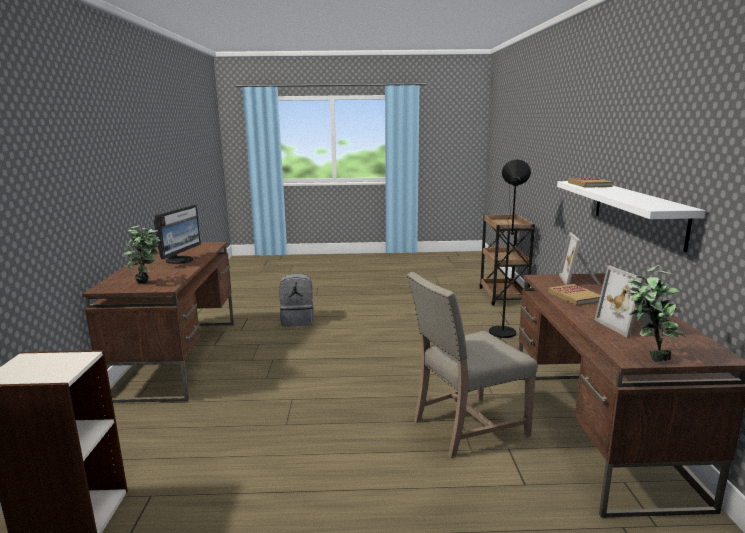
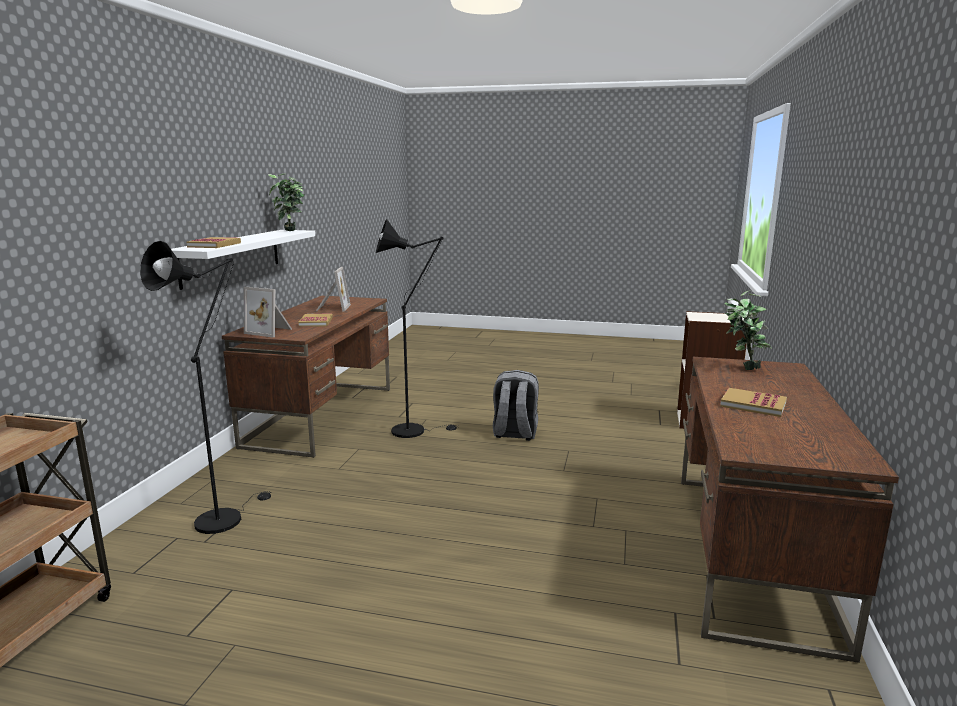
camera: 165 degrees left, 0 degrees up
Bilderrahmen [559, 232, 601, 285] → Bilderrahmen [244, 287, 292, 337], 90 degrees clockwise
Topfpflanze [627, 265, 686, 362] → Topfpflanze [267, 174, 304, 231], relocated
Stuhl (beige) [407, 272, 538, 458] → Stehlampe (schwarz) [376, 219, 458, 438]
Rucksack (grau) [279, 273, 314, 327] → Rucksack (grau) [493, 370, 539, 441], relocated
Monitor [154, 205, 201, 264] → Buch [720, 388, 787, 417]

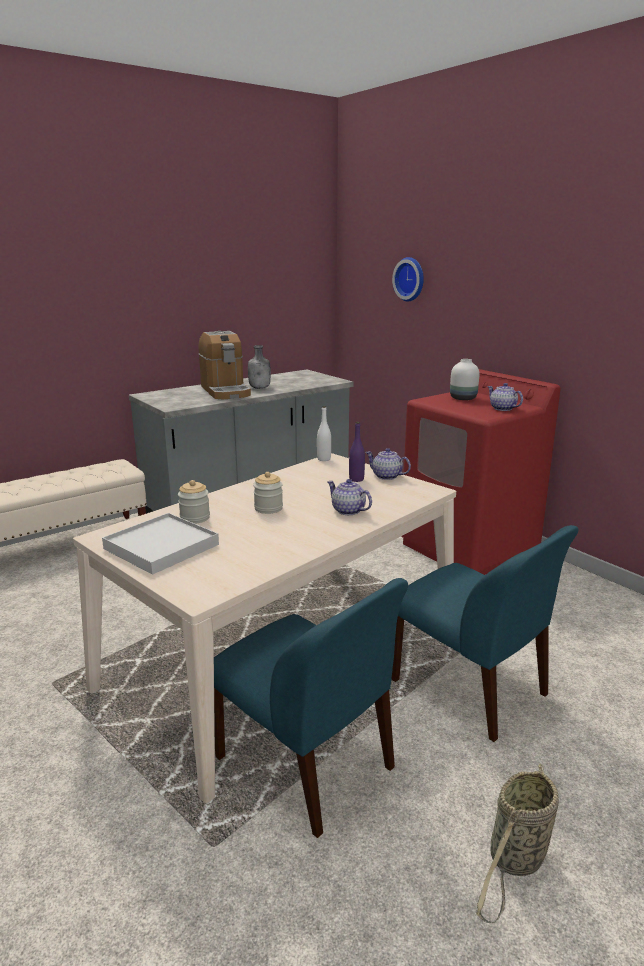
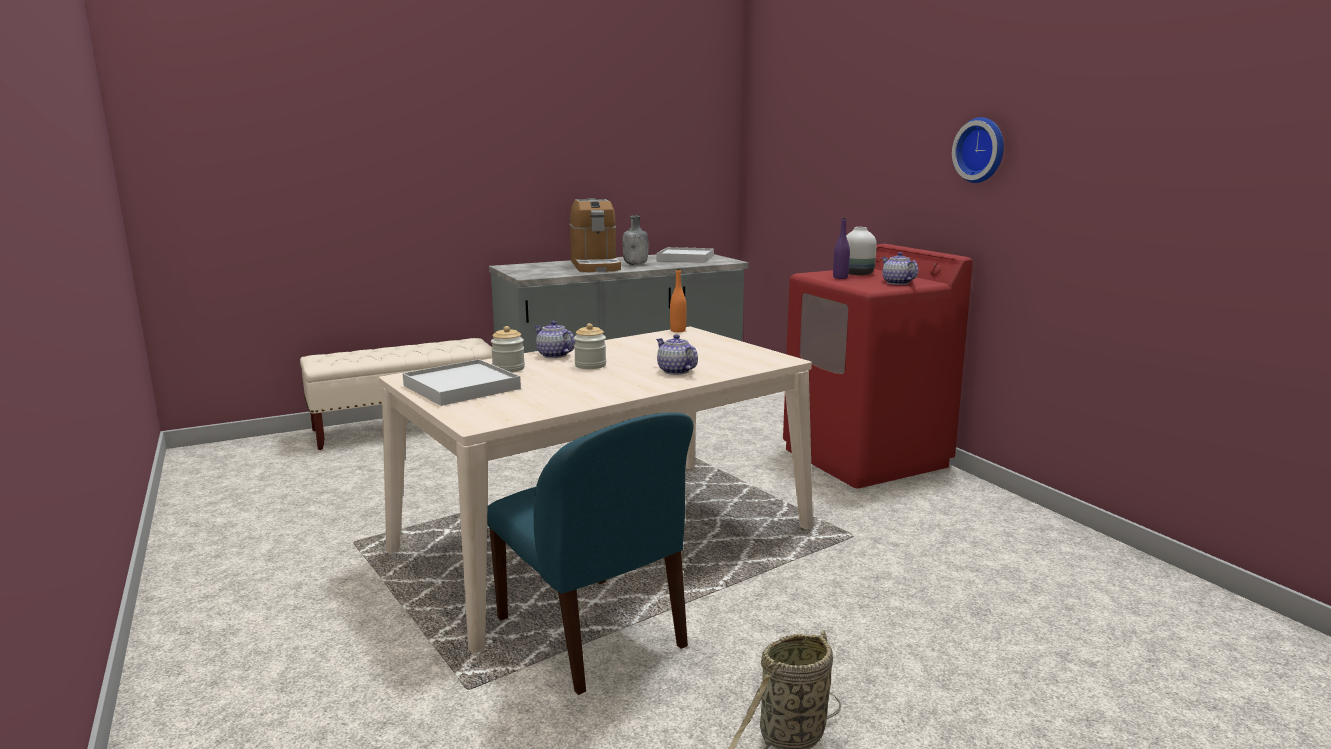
camera: 10 degrees right, 5 degrees down
Teekanne [366, 448, 411, 480] → Teekanne [534, 321, 575, 358], relocated
- → Tablett (weiß) [656, 247, 714, 263]
Flasche (weiß) [317, 406, 331, 461] → Flasche (orange) [670, 269, 686, 332]
Flasche (lila) [349, 422, 365, 482] → Flasche (lila) [833, 217, 850, 279], relocated
Wanduhr [392, 257, 424, 301] → Wanduhr [952, 117, 1004, 183], relocated
Stuhl (blau) [391, 525, 579, 742] → -

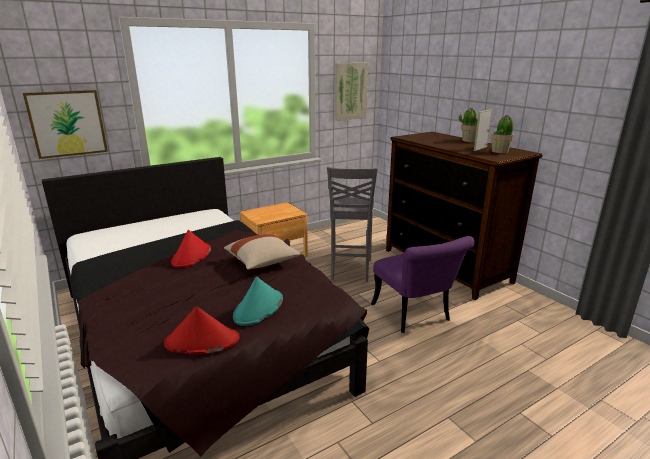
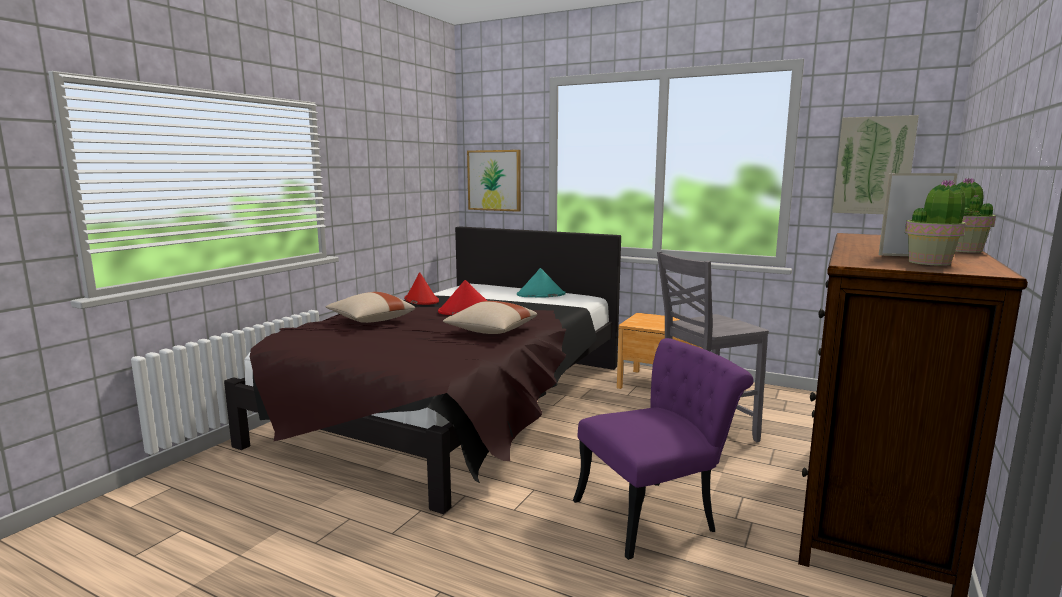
camera: 60 degrees right, 10 degrees down
- → Kissen (beige) [326, 292, 415, 323]
Hut (rot) [164, 306, 239, 354] → Hut (rot) [404, 272, 439, 305], relocated
Hut (türkis) [233, 277, 283, 326] → Hut (türkis) [517, 268, 566, 298], relocated
Stuhl (lila) [371, 236, 475, 333] → Stuhl (lila) [573, 338, 754, 560], 150 degrees counterclockwise

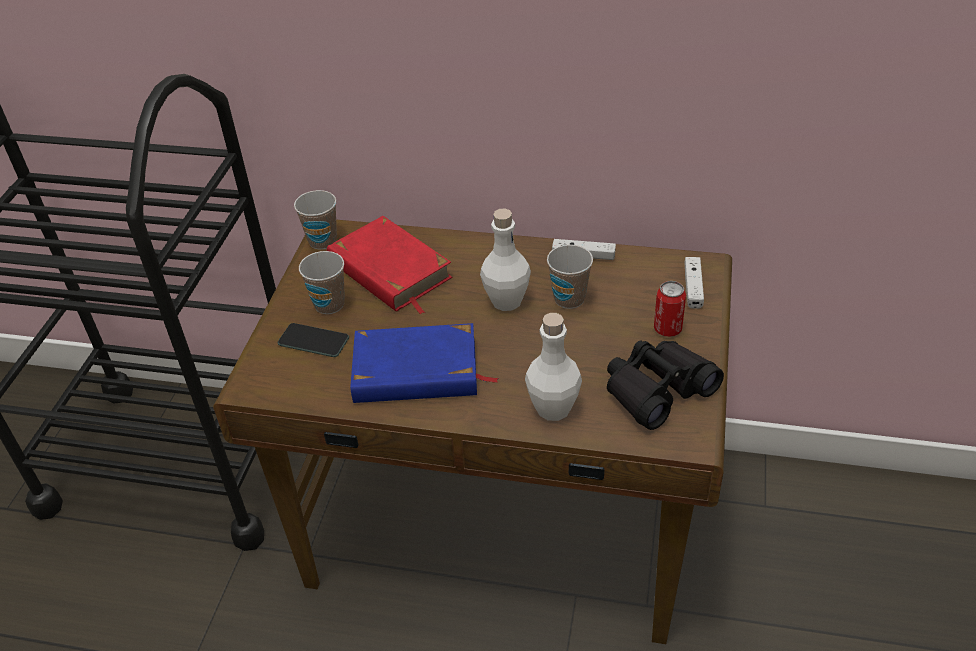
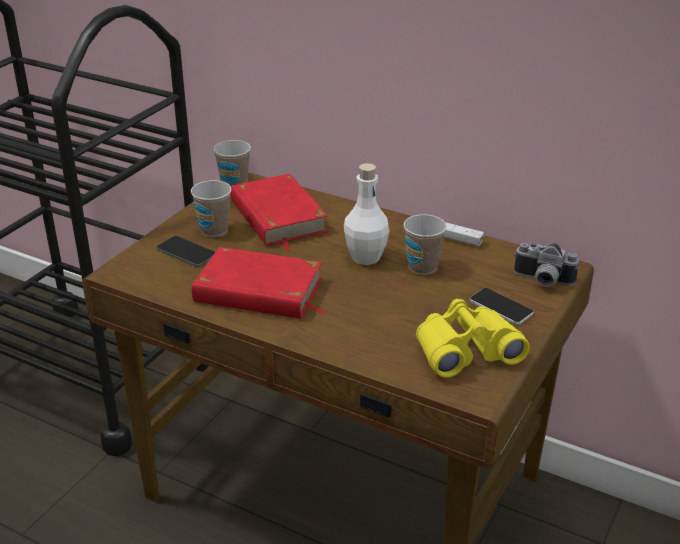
camera: 15 degrees right, 10 degrees down
Buch (blau) [350, 323, 499, 403] → Buch (rot) [192, 247, 326, 319]
Fernglas (schwarz) [607, 341, 724, 430] → Fernglas (gelb) [416, 299, 530, 378]
Dose [654, 281, 686, 337] → Handy [470, 288, 534, 325]
Gamepad (weiß) [684, 257, 704, 309] → Kamera [514, 243, 579, 287]
Flasche (weiß) [525, 313, 582, 421] → -

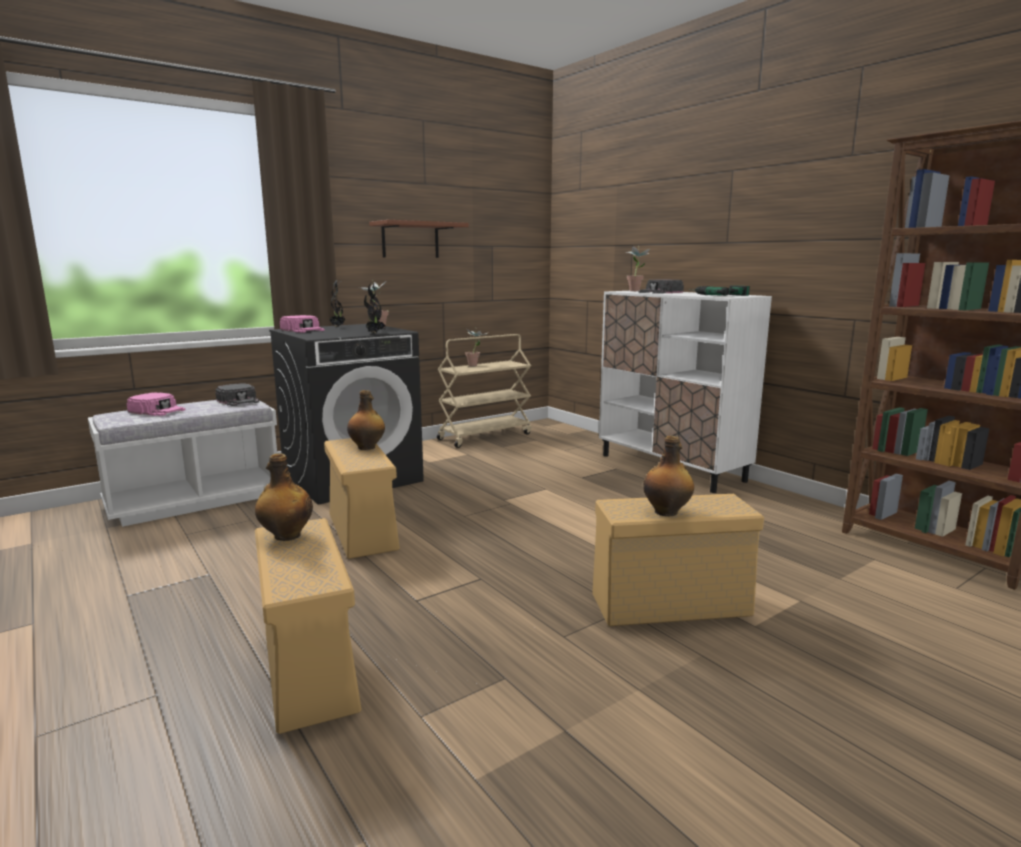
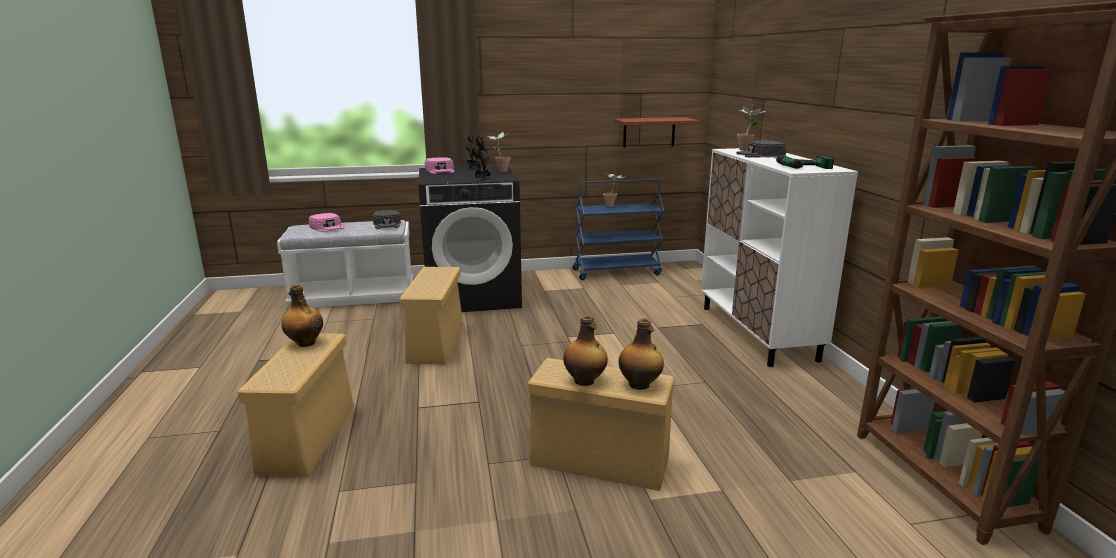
camera: 25 degrees right, 5 degrees up
Rollwagen (beige) [437, 334, 531, 448] → Rollwagen (blau) [572, 179, 664, 280]
Wandregal (braun) [369, 220, 469, 258] → Wandregal (braun) [614, 117, 699, 148], relocated
Flasche [347, 390, 385, 450] → Flasche [618, 318, 664, 390], relocated

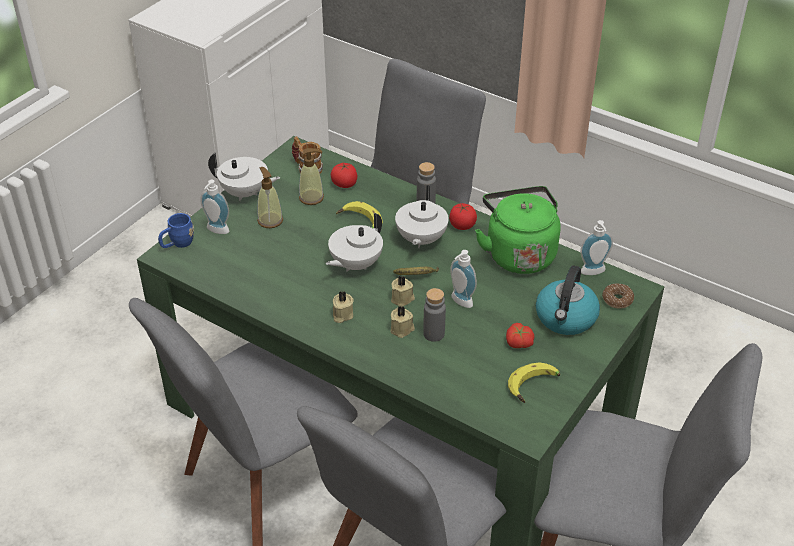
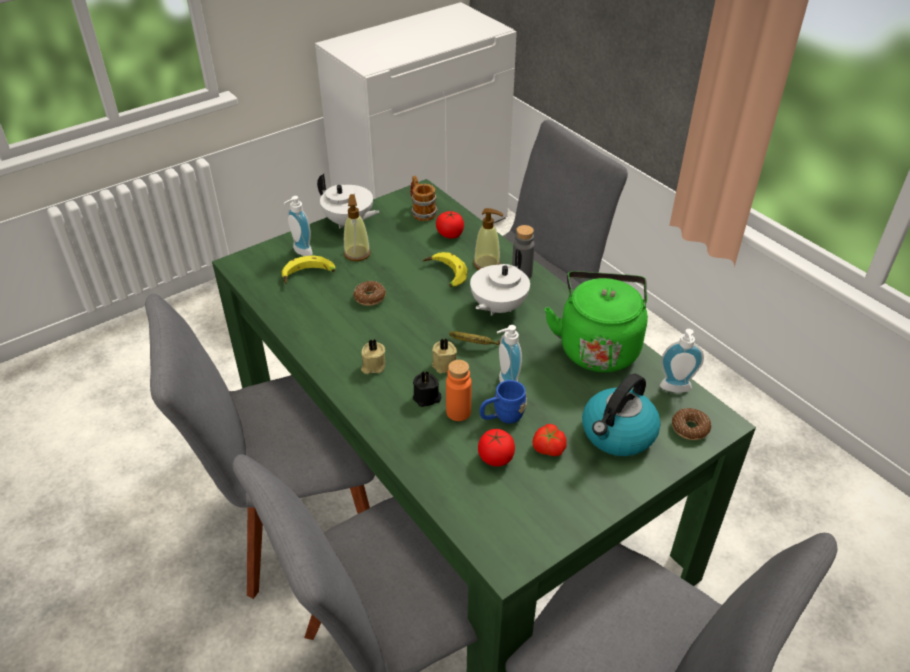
camera: 20 degrees right, 0 degrees up
Banane [508, 362, 560, 403] → Banane [282, 256, 335, 284], relocated
- → Donut [353, 281, 386, 306]
Kerze (beige) [390, 306, 415, 338] → Kerze (schwarz) [413, 371, 442, 407]
Flasche (grau) [423, 288, 446, 342] → Flasche (orange) [446, 360, 472, 421]
Seifenspender [299, 148, 324, 205] → Seifenspender [473, 208, 504, 270], relocated
Tomate [449, 203, 477, 230] → Tomate [478, 429, 515, 466], relocated
Henkelbecher (blau) [158, 213, 194, 248] → Henkelbecher (blau) [480, 380, 527, 424], relocated
Teekanne (weiß) [326, 213, 383, 272] → -

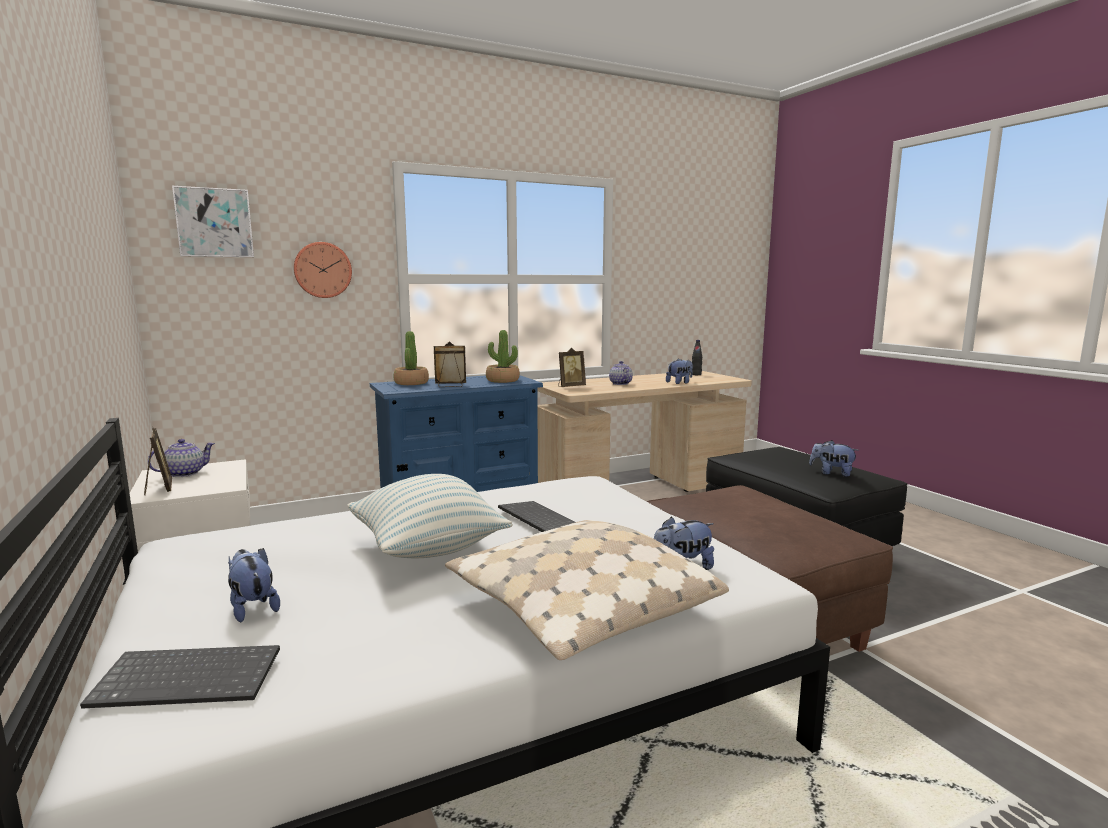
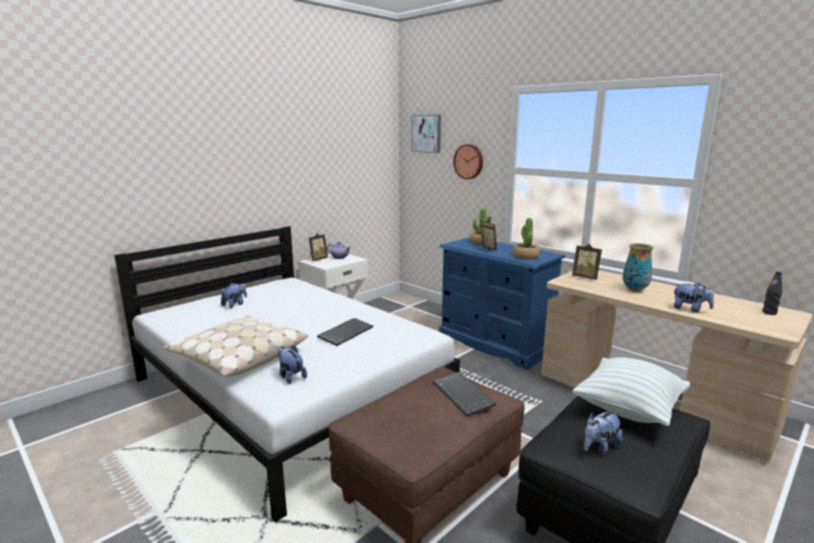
camera: 70 degrees right, 5 degrees up
Tastatur [80, 645, 280, 709] → Tastatur [433, 372, 496, 416], relocated
Kissen [348, 474, 513, 558] → Kissen [572, 357, 690, 426], relocated
Plüschtier [809, 440, 859, 477] → Plüschtier [584, 412, 623, 455], 135 degrees counterclockwise
Teekanne [609, 361, 633, 385] → Vase [623, 243, 654, 292]

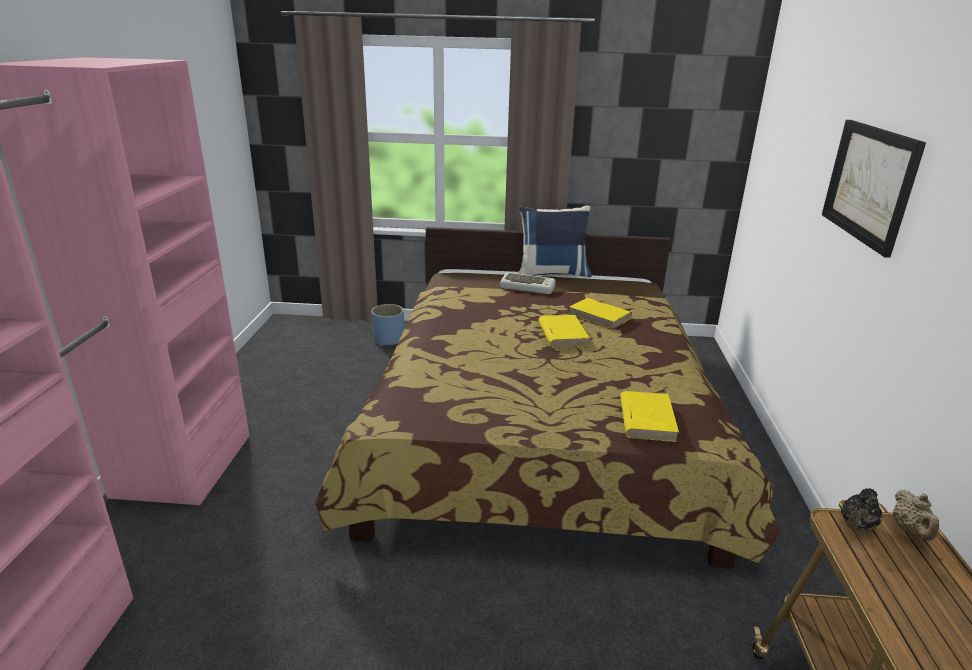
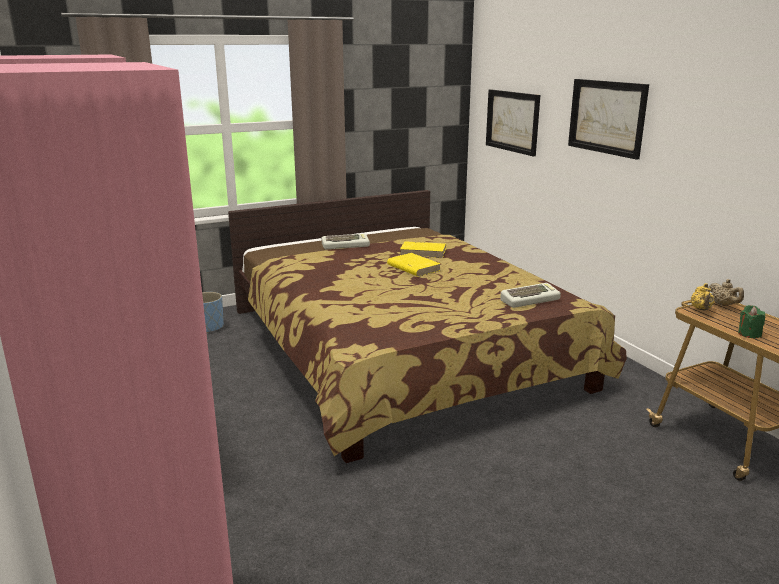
camera: 30 degrees left, 5 degrees down
- → Bild [486, 89, 540, 156]
Buch (gelb) [620, 391, 679, 442] → Tastatur [500, 283, 561, 308]
Teekanne (schwarz) [841, 488, 883, 530] → Teekanne (gelb) [691, 283, 714, 311]
- → Kerze (grün) [738, 305, 765, 338]
Kissen (blau) [518, 206, 592, 277] → -

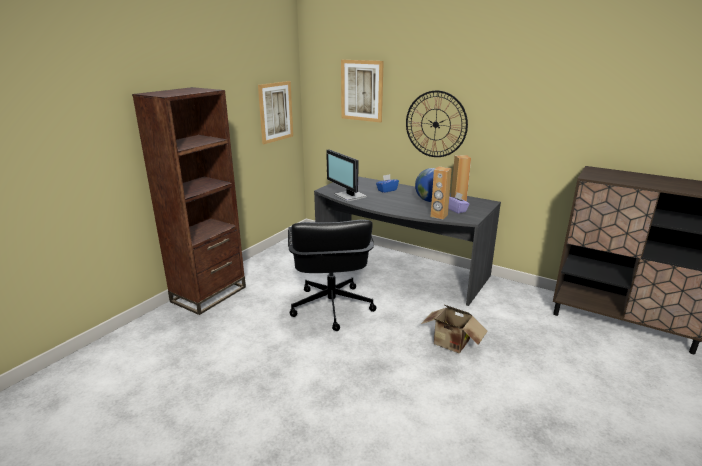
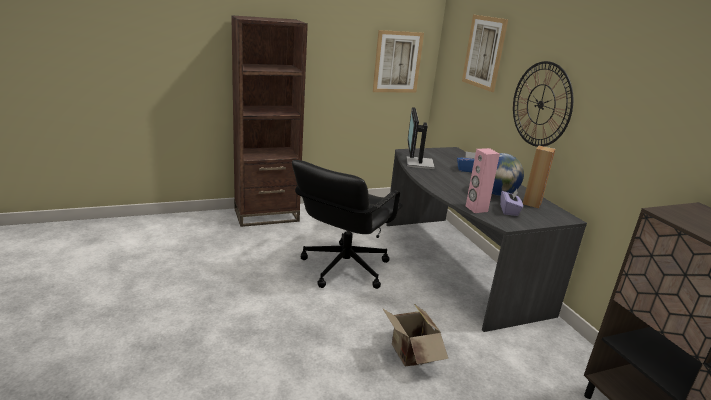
camera: 35 degrees right, 0 degrees up
Lautsprecher (braun) [431, 167, 452, 219] → Lautsprecher (rosa) [466, 148, 500, 213]

